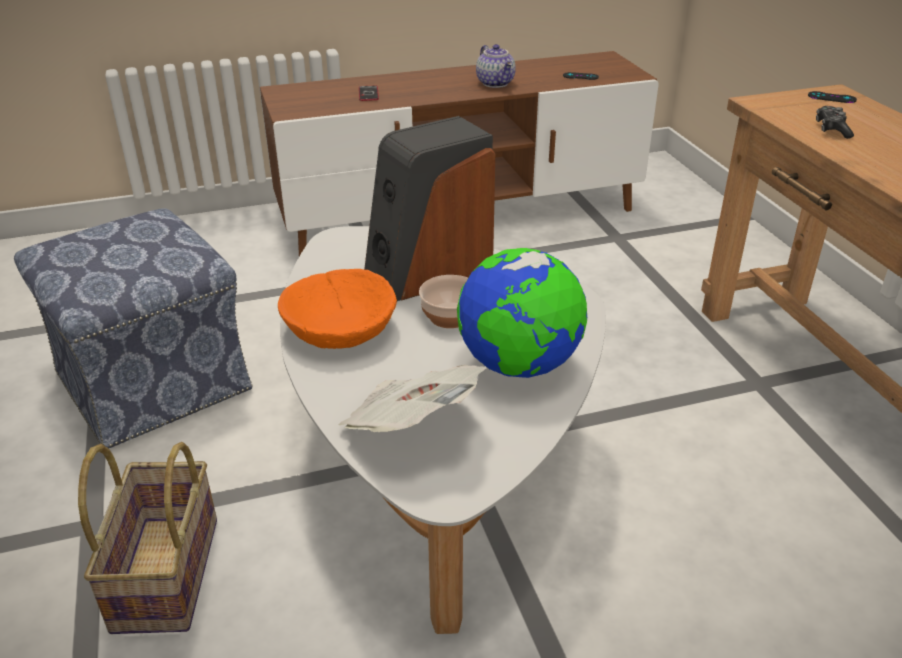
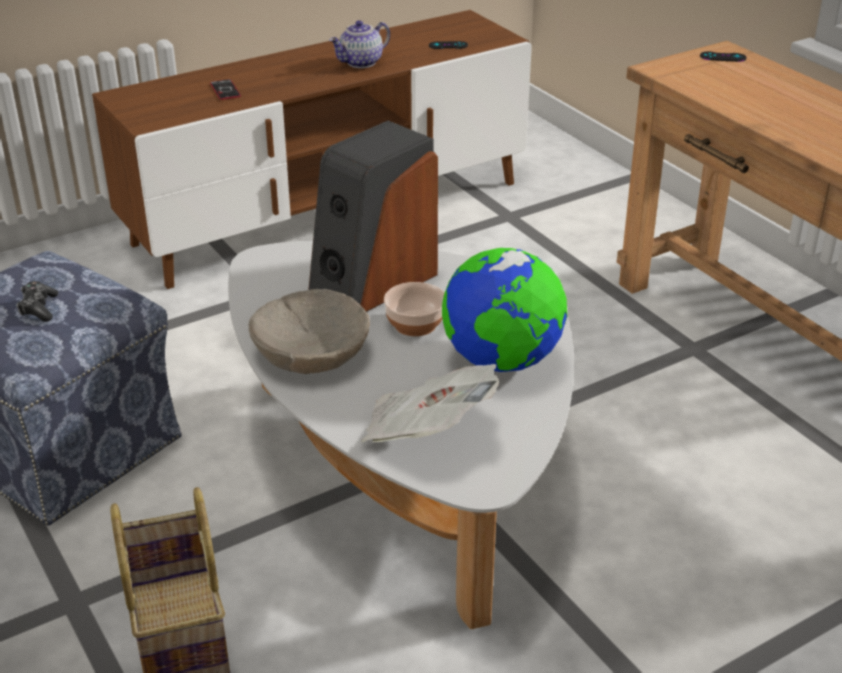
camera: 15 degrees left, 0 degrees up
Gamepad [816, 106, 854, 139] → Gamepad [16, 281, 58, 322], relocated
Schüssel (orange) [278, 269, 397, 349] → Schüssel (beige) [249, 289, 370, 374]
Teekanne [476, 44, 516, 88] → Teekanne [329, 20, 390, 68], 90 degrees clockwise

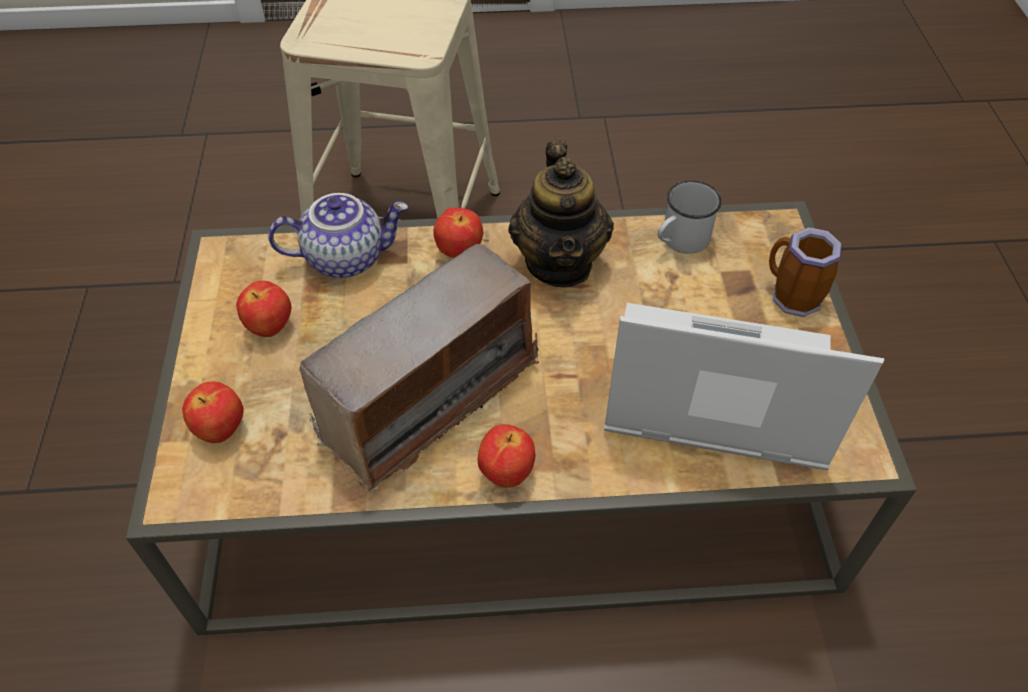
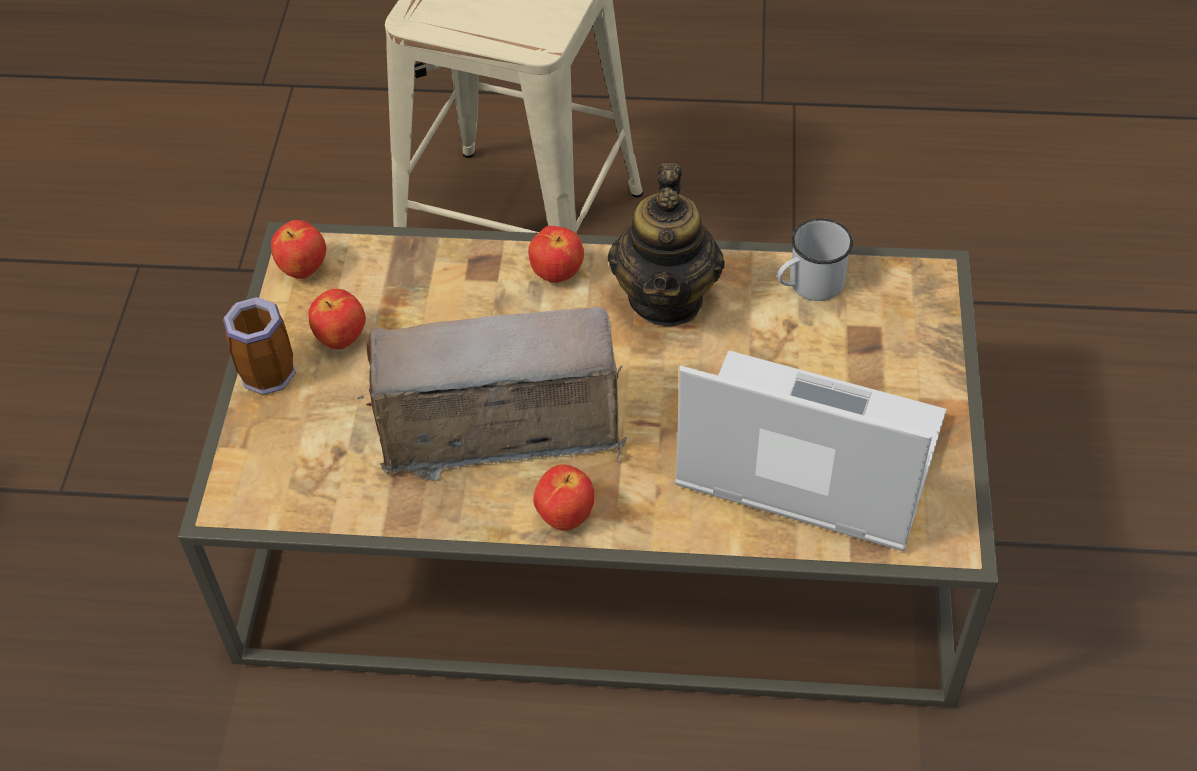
camera: 10 degrees right, 0 degrees up
Henkelbecher [769, 227, 842, 317] → Henkelbecher [223, 297, 296, 395], relocated
Apfel [182, 382, 244, 443] → Apfel [271, 220, 326, 279], relocated
Radio [300, 239, 539, 492] → Radio [358, 307, 627, 481], 150 degrees counterclockwise
Teekanne [268, 193, 408, 278] → -

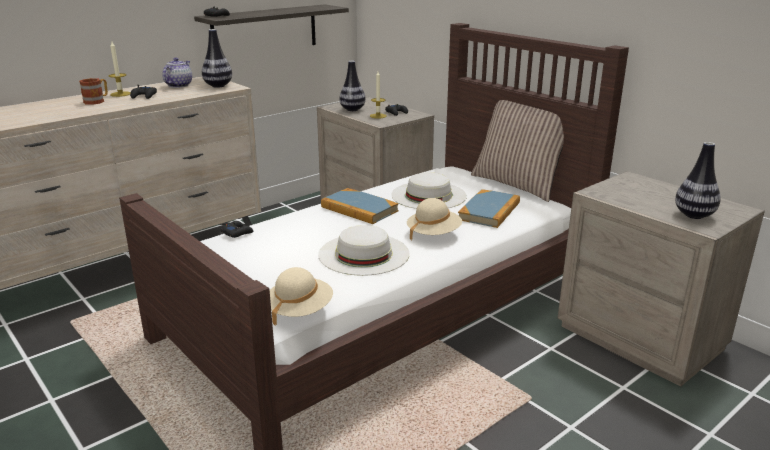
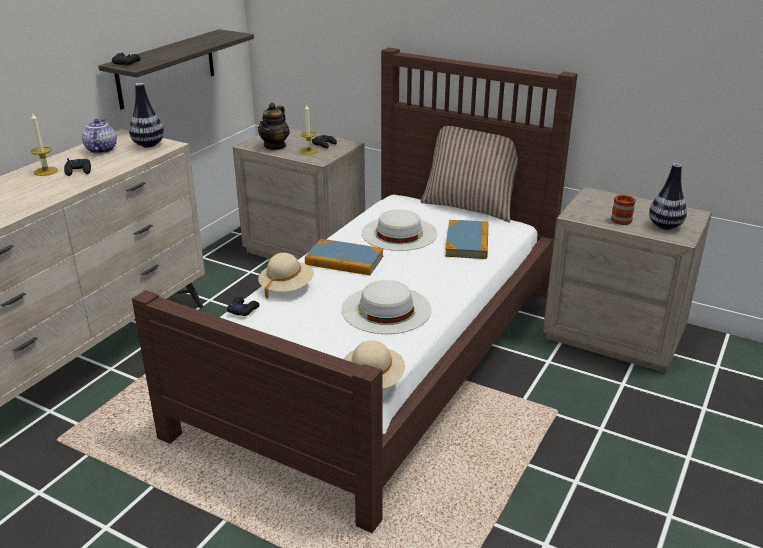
camera: 20 degrees left, 5 degrees up
Vase [339, 61, 366, 111] → Teekanne [258, 103, 290, 150]
Hut (beige) [407, 198, 462, 240] → Hut (beige) [258, 253, 314, 299], relocated
Henkelbecher [79, 78, 108, 105] → Henkelbecher [611, 194, 636, 225], relocated

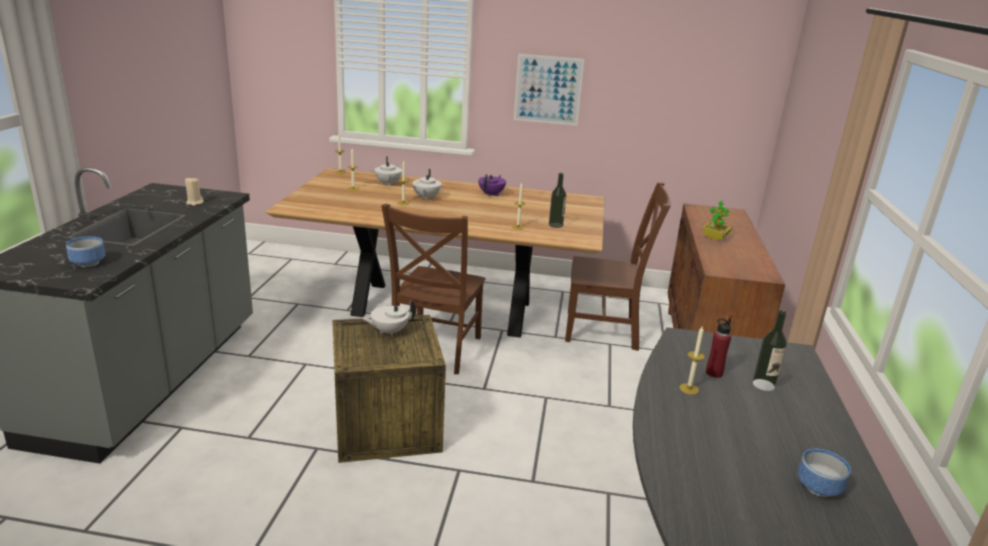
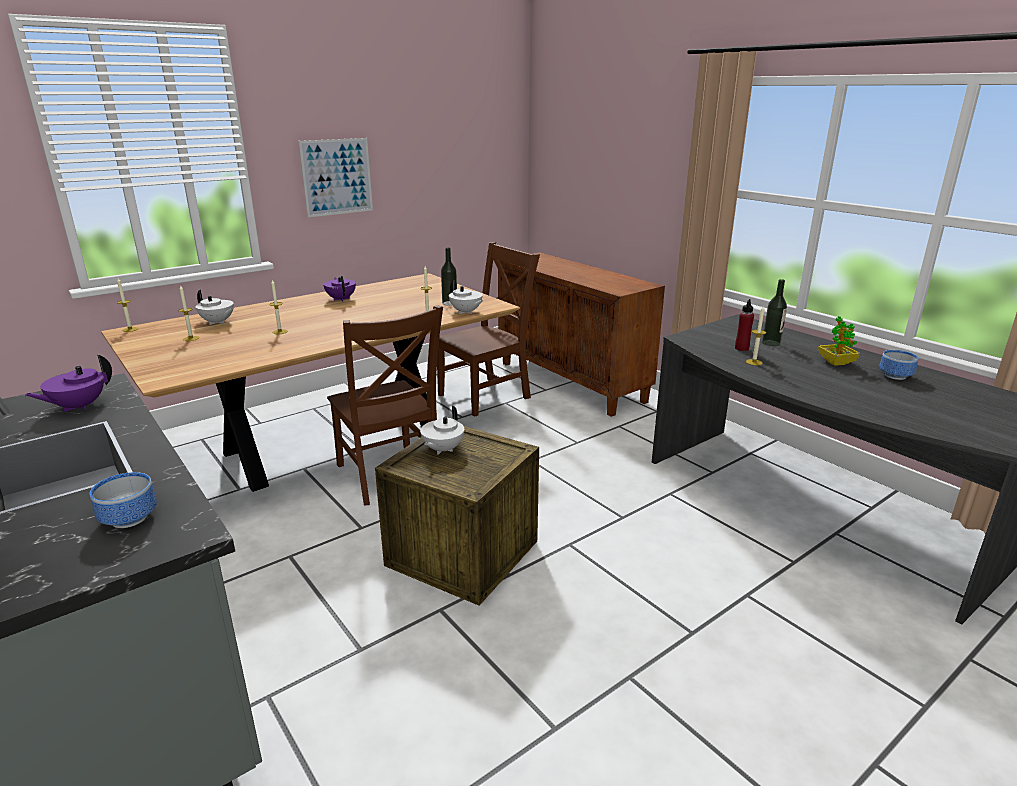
camera: 45 degrees left, 0 degrees up
Kerze (beige) [185, 178, 204, 206] → Teekanne (lila) [24, 354, 112, 412]
Teekanne (weiß) [412, 169, 442, 200] → Teekanne (weiß) [449, 280, 484, 314], relocated
Topfpflanze [702, 201, 732, 241] → Topfpflanze [818, 316, 860, 366], relocated

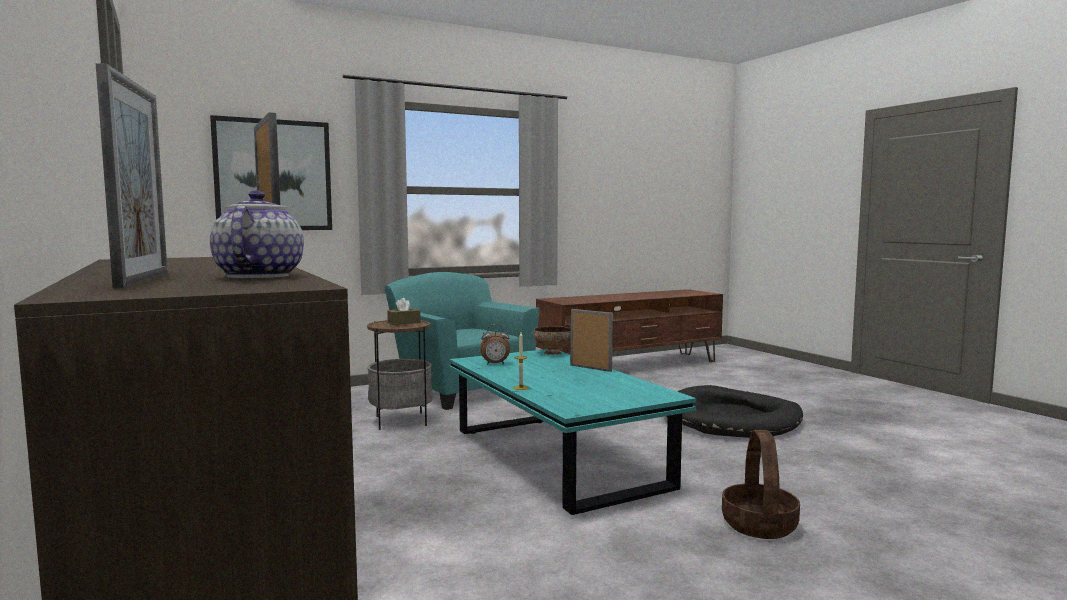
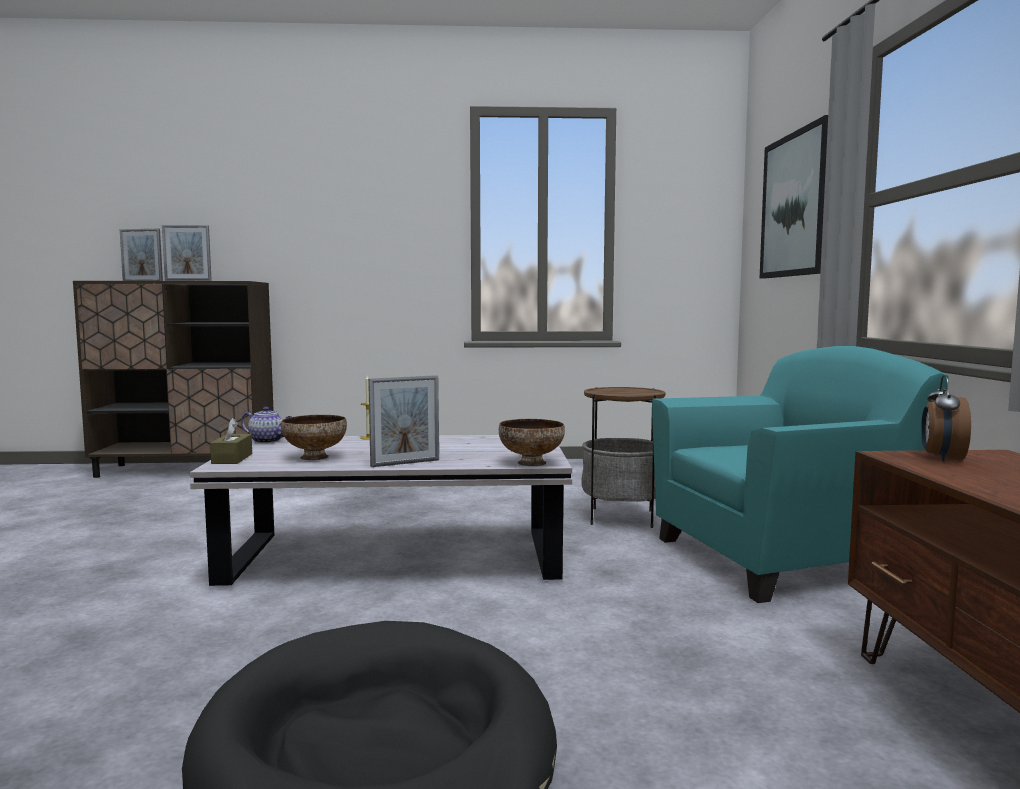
camera: 115 degrees right, 0 degrees up
Couchtisch (türkis) [449, 349, 696, 515] → Couchtisch (weiß) [190, 435, 572, 586]
Taschentuchbox (braun) [387, 298, 421, 325] → Taschentuchbox (braun) [210, 418, 252, 464], relocated
Teekanne [210, 190, 304, 278] → Teekanne [241, 407, 291, 443], relocated
- → Schüssel [281, 415, 347, 460]
Wecker [480, 324, 510, 365] → Wecker [921, 375, 971, 462], relocated
Korb [722, 430, 800, 539] → -

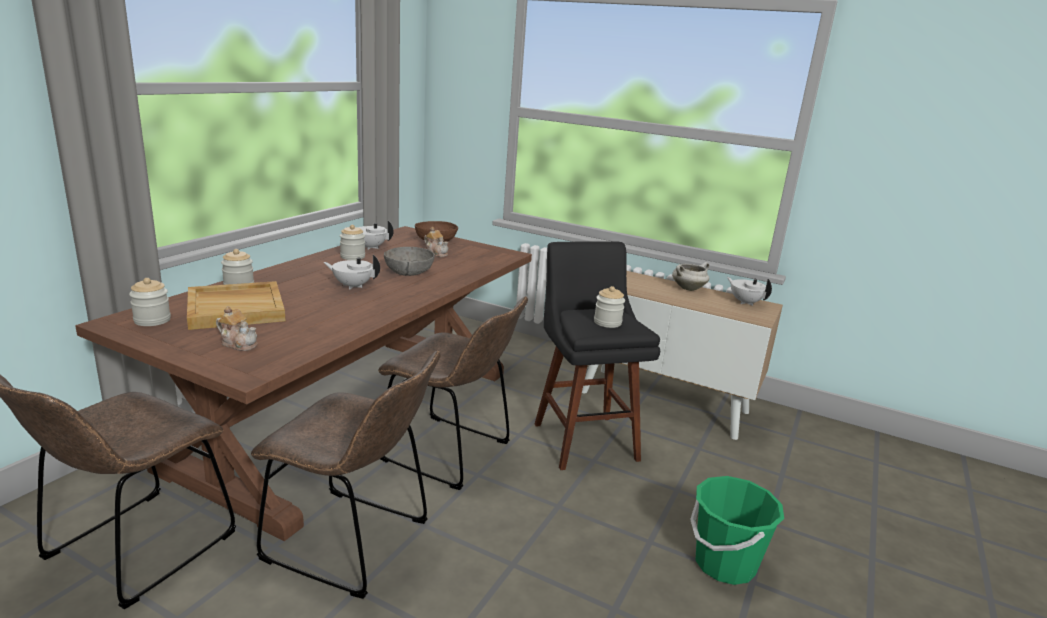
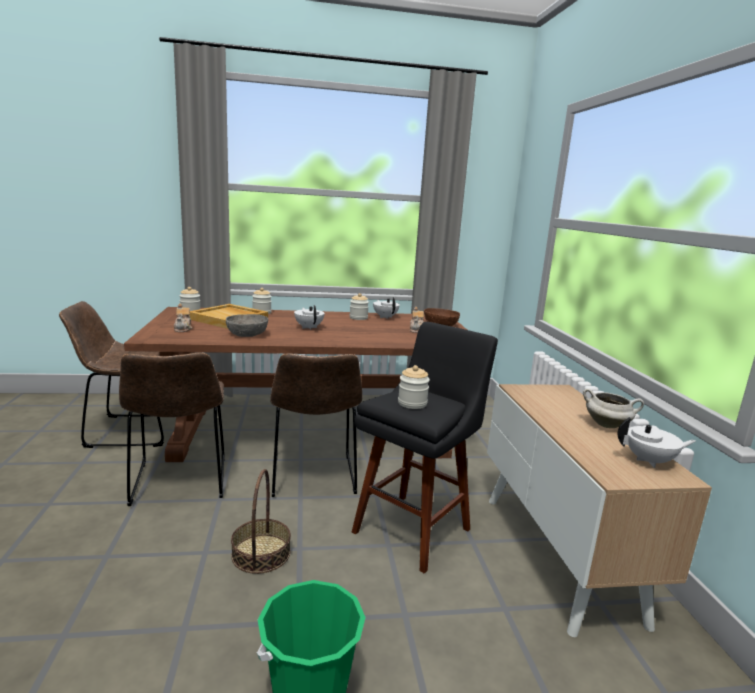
camera: 55 degrees right, 5 degrees down
Schüssel (grau) [384, 247, 435, 276] → Schüssel (grau) [226, 314, 268, 337], relocated
- → Korb [231, 469, 291, 574]
Teekanne (weiß) [727, 277, 772, 306] → Teekanne (weiß) [618, 417, 696, 468], 75 degrees clockwise

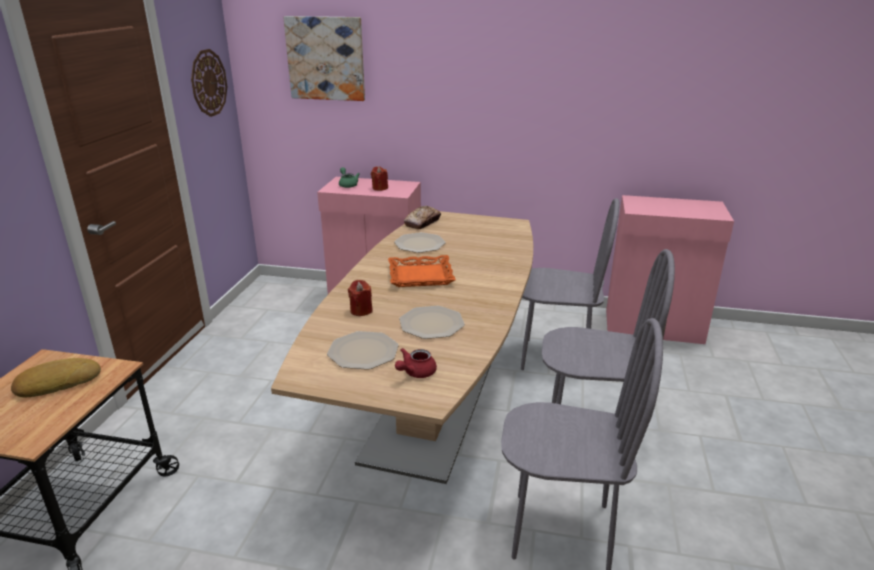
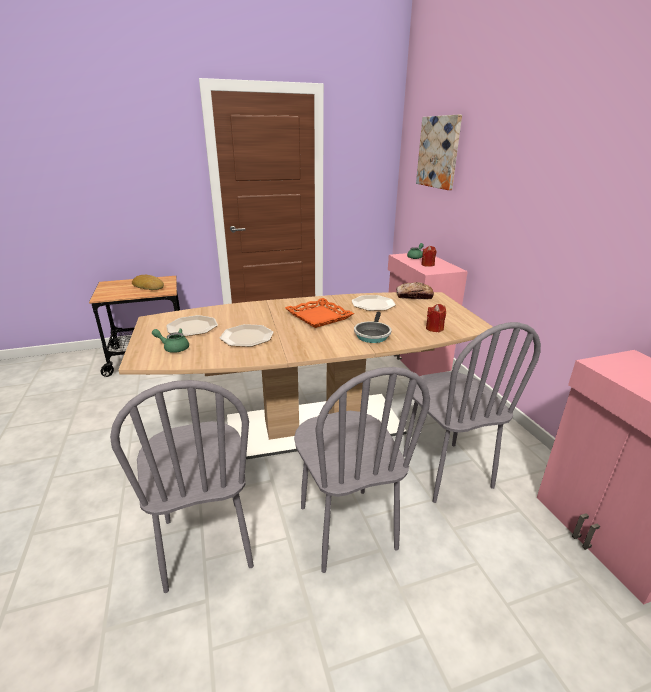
camera: 60 degrees right, 0 degrees up
Teekanne (rot) [395, 348, 437, 378] → Teekanne (grün) [152, 329, 189, 353]
- → Pfanne [354, 312, 391, 343]
Kerze (rot) [348, 280, 373, 316] → Kerze (rot) [426, 304, 446, 332], relocated
Wanduhr [191, 49, 227, 117] → -

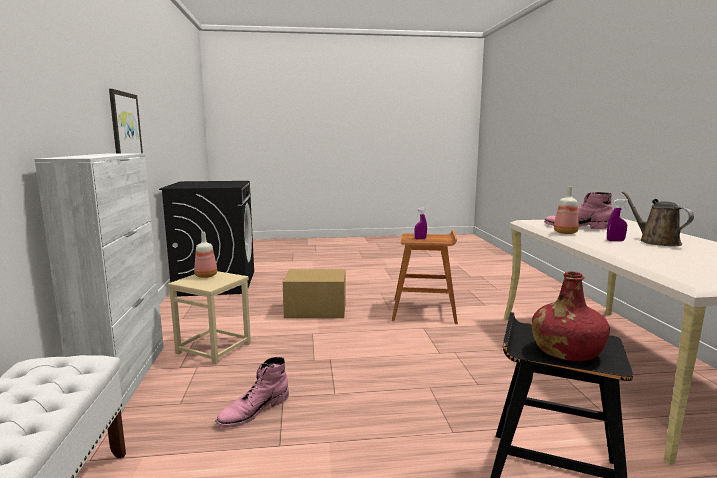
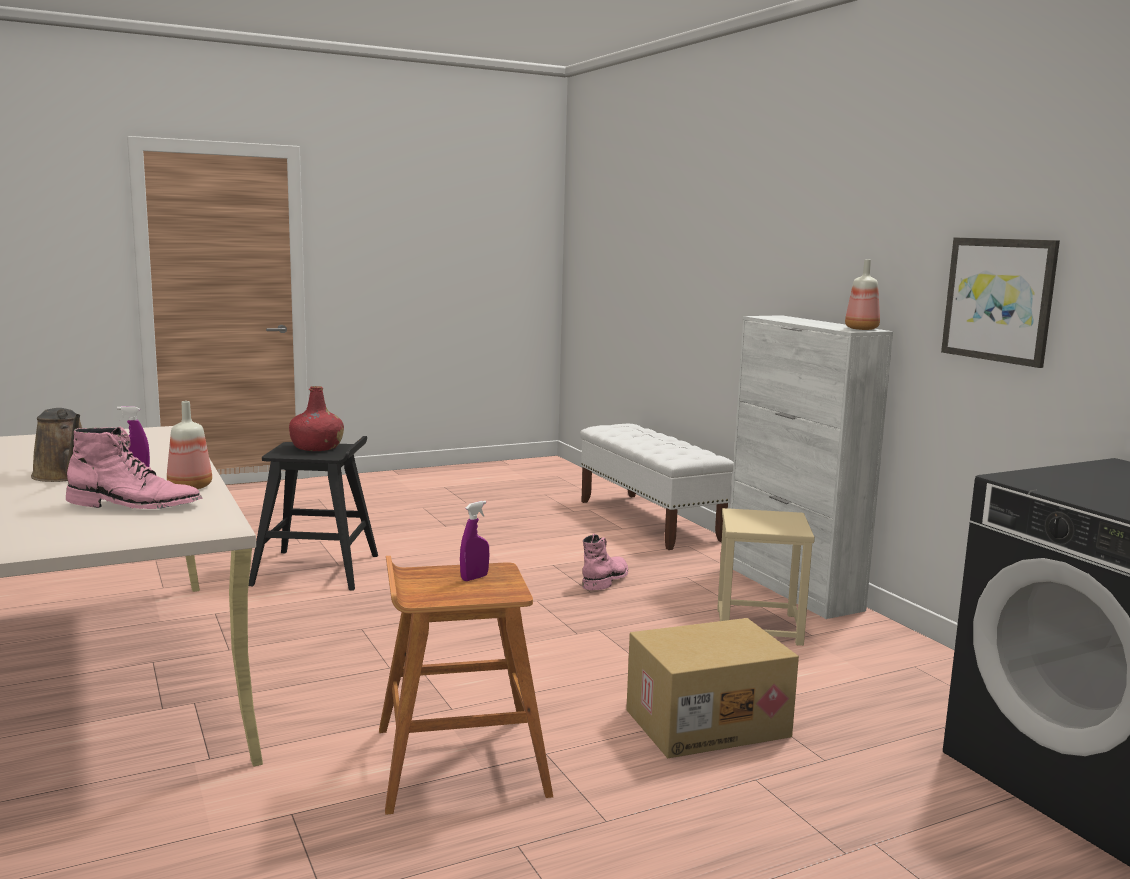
camera: 160 degrees right, 0 degrees up
Flasche [194, 232, 217, 278] → Flasche [845, 259, 880, 330], relocated

